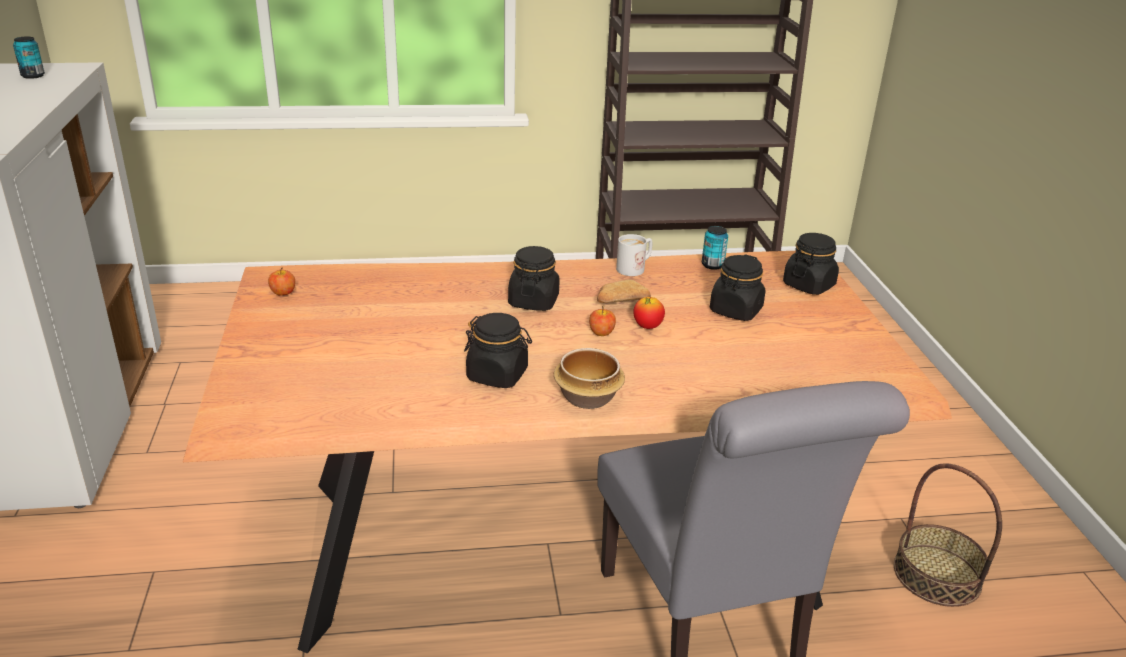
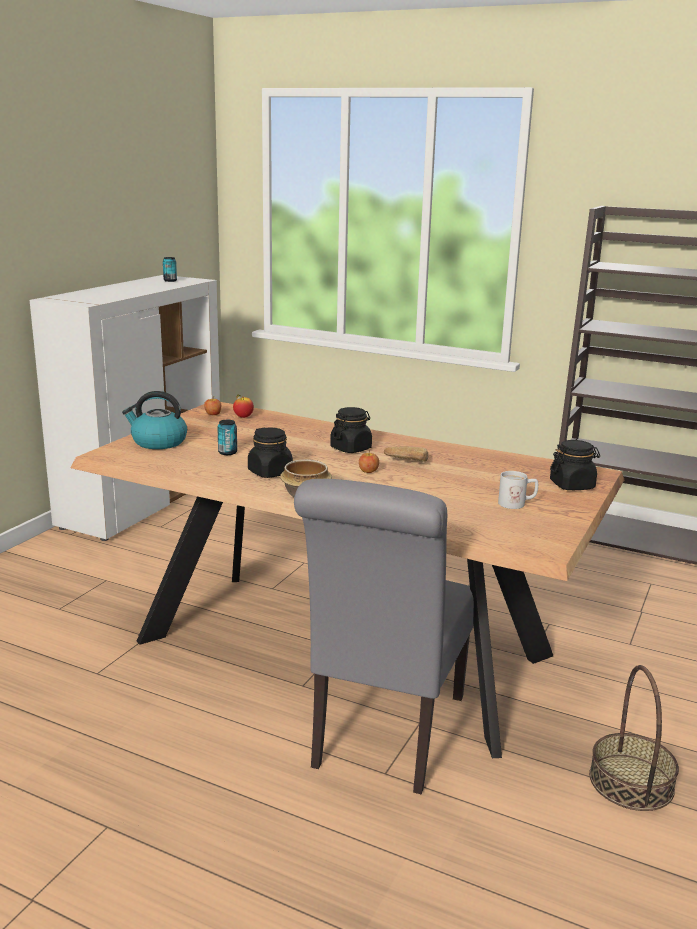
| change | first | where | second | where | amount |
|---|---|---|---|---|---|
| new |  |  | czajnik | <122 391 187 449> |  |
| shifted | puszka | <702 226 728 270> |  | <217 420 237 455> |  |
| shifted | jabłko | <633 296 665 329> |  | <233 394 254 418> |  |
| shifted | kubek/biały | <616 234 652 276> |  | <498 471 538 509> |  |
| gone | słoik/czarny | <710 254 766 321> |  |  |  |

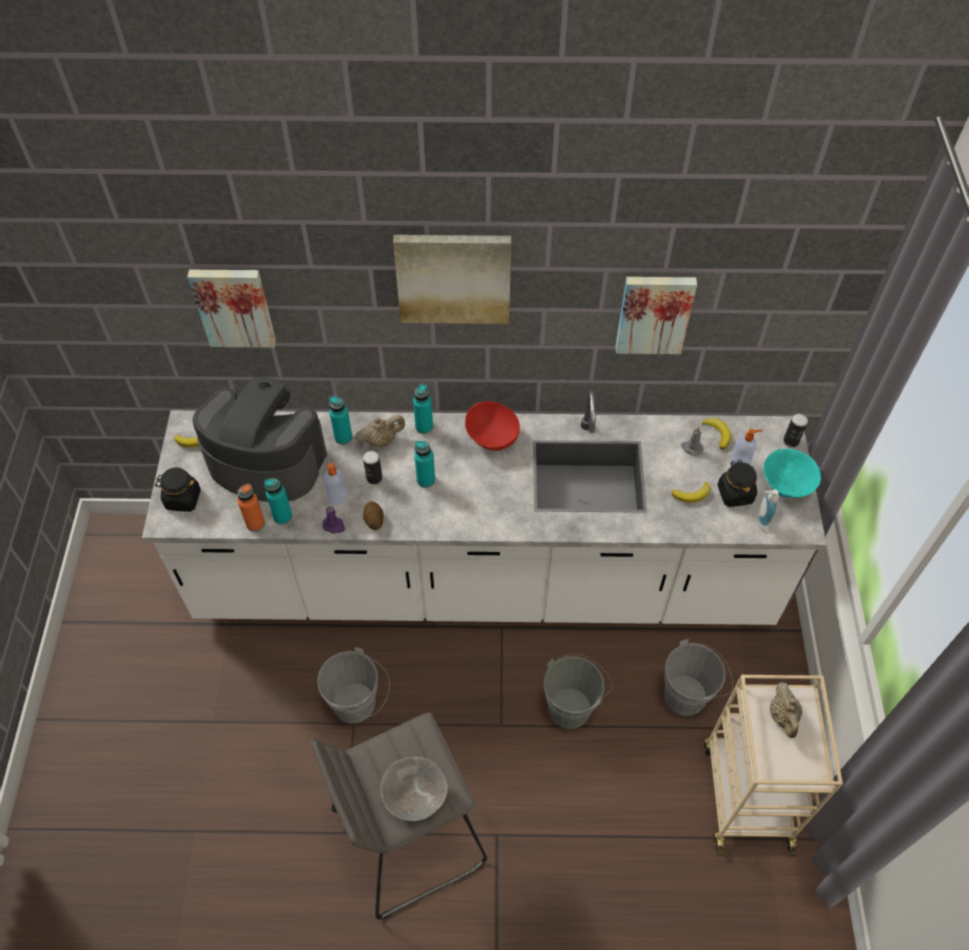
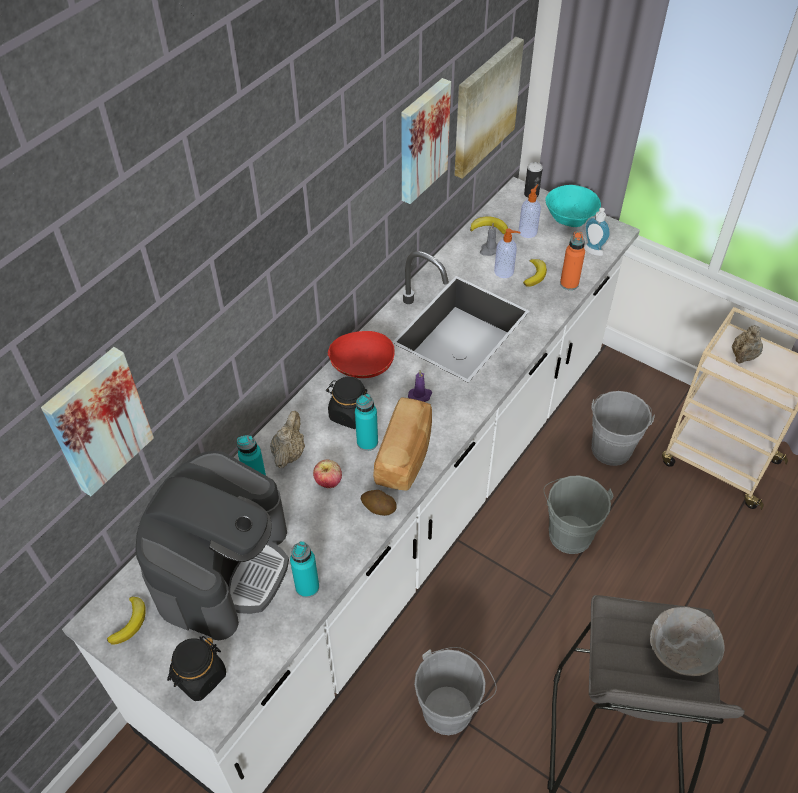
| change | first | where | second | where | amount |
|---|---|---|---|---|---|
| rotated | ekspres do kawy | <193 377 327 502> |  | <135 451 289 640> | 150 degrees clockwise |
| swapped | puszka | <363 450 382 484> | jabłko | <313 460 342 488> |  |
| shifted | słoik/czarny | <718 460 757 507> |  | <326 377 368 429> |  |
| new |  |  | chleb | <373 398 432 491> |  |
| shifted | świeca/fioletowy | <323 506 345 534> |  | <408 370 432 402> |  |
| shifted | obraz | <393 235 511 324> |  | <454 37 524 179> |  |
| shifted | dozownik mydła | <323 463 347 505> |  | <494 228 521 278> |  |
| shifted | butelka/pomarańczowy | <237 484 265 532> |  | <560 231 585 290> |  |
| rotated | imbryk/beżowy | <770 682 802 738> |  | <732 325 763 364> | 90 degrees clockwise |
| gone | butelka/turkusowy | <413 384 433 434> |  |  |  |

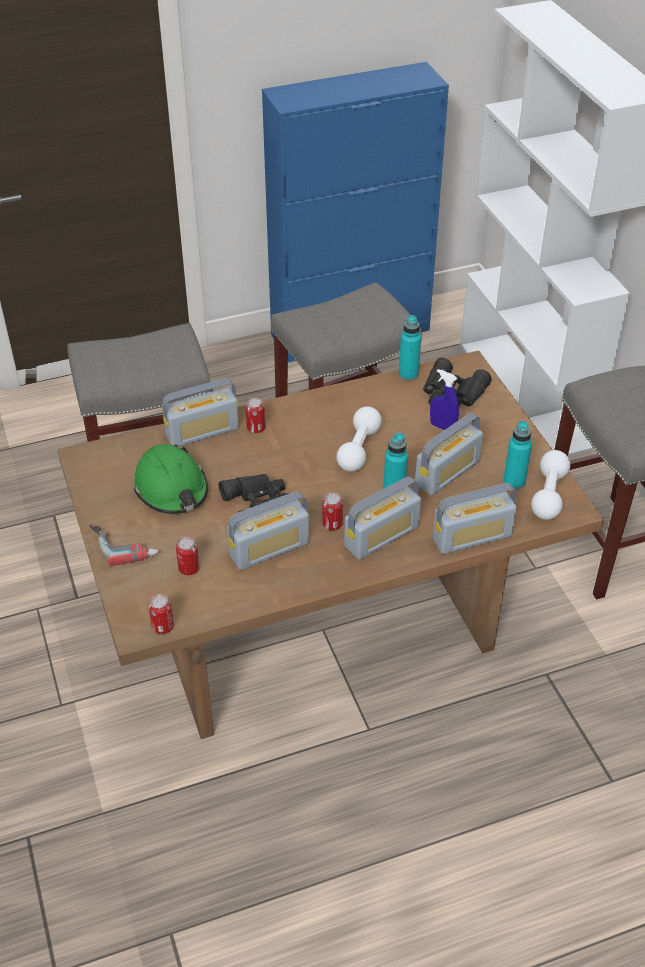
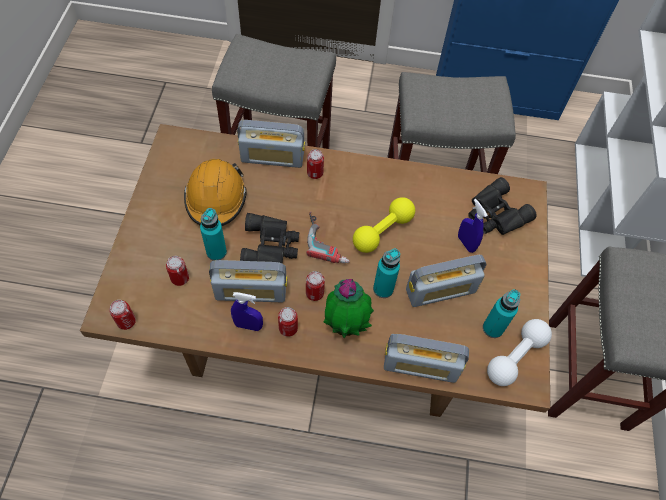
| change | first | where | second | where | amount |
|---|---|---|---|---|---|
| repainted | kask/zielony | <134 444 208 514> | kask/pomarańczowy | <184 159 247 226> |  |
| shifted | butelka/turkusowy | <399 315 421 381> |  | <200 208 227 261> |  |
| new |  |  | spryskiwacz/niebieski | <231 292 263 331> |  |
| new |  |  | puszka | <278 307 298 337> |  |
| shifted | wiertarka | <89 523 159 566> |  | <306 211 350 264> |  |
| swapped | radio | <344 477 421 560> | roślina doniczkowa | <323 279 374 338> |  |
| repainted | hantel/biały | <337 407 382 472> | hantel/żółty | <353 197 415 253> |  |

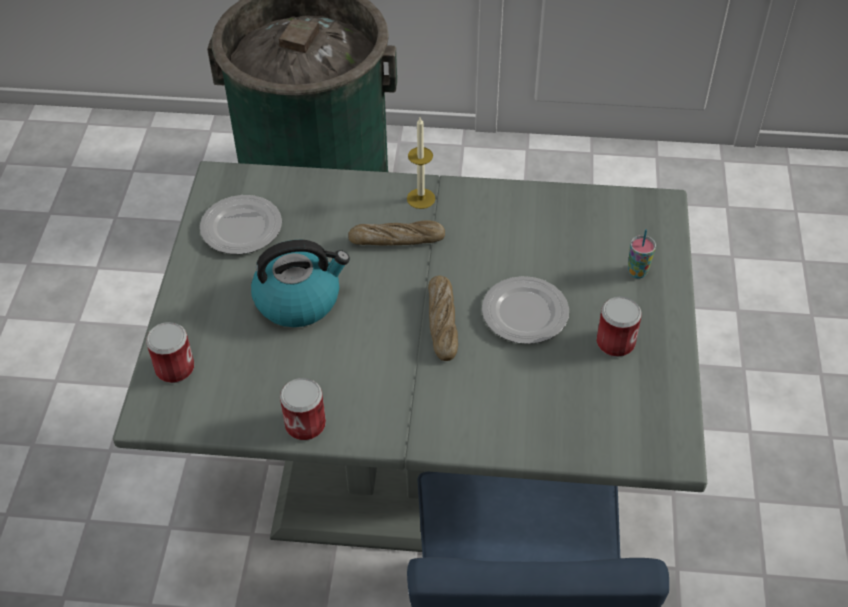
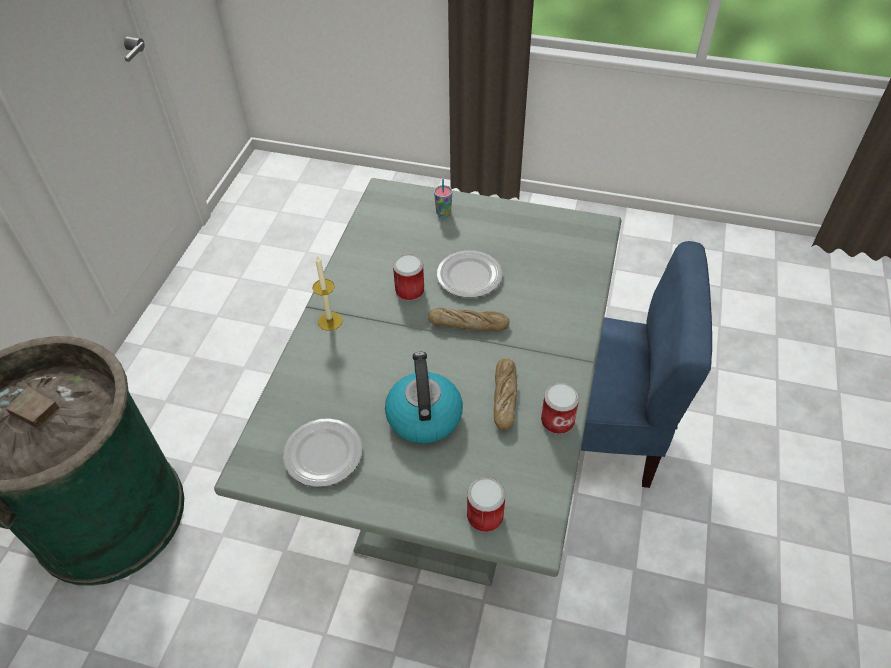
| change | first | where | second | where | amount |
|---|---|---|---|---|---|
| shifted | puszka | <597 297 642 357> |  | <393 254 424 301> |  |
| shifted | chleb | <348 220 445 246> |  | <494 358 517 430> |  |

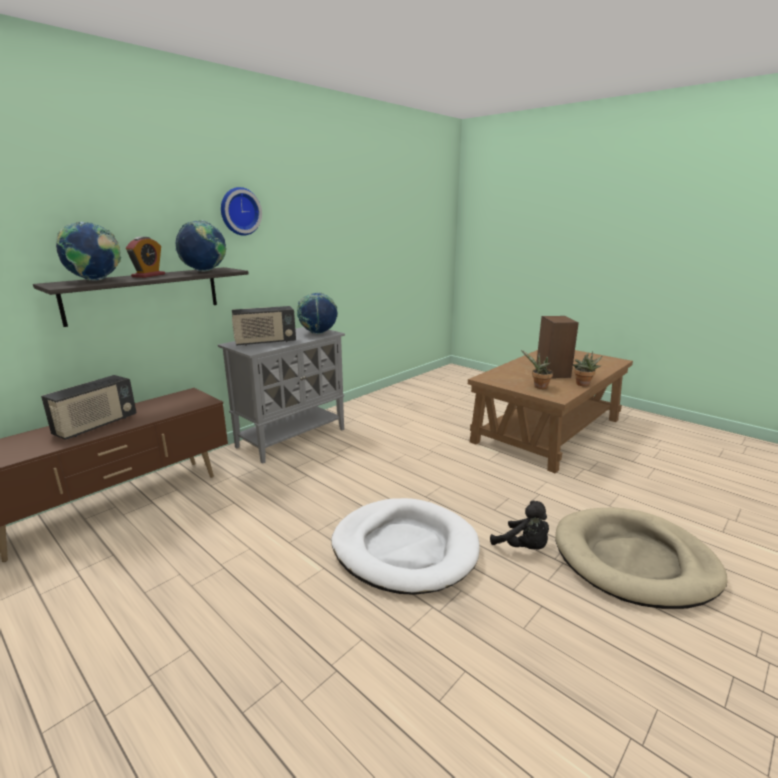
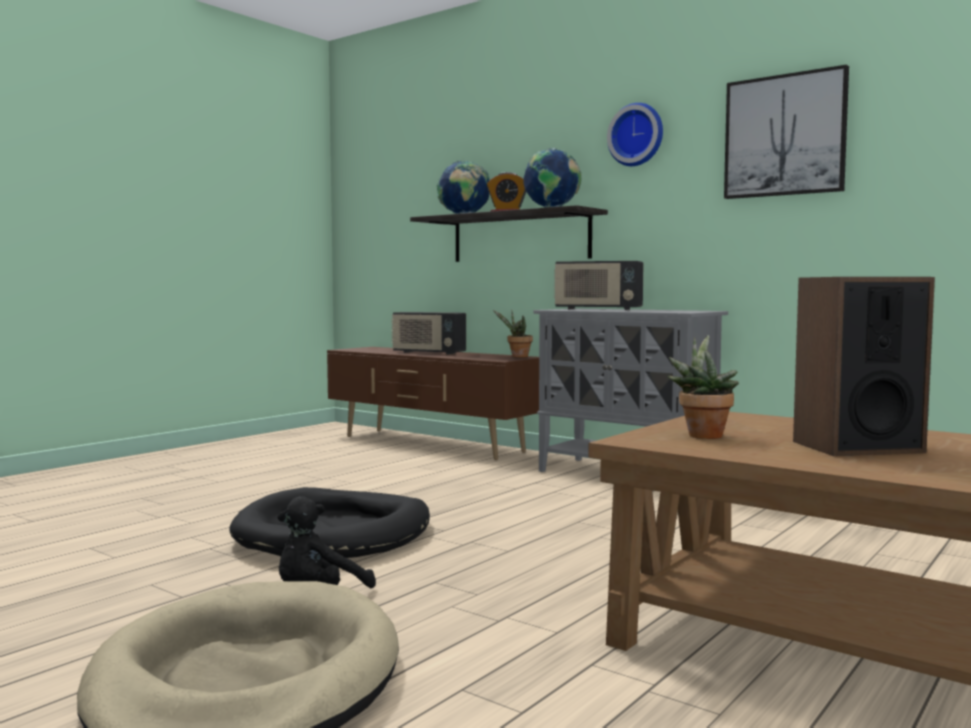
| change | first | where | second | where | amount |
|---|---|---|---|---|---|
| repainted | legowisko/biały | <331 498 480 595> | legowisko/czarny | <229 487 430 558> |  |
| shifted | roślina doniczkowa | <573 351 602 386> |  | <493 310 533 358> |  |
| rotated | radio | <232 306 296 346> |  | <554 261 644 310> | 45 degrees counterclockwise |
| new |  |  | obraz | <724 65 849 199> |  |
| gone | globus | <297 292 338 334> |  |  |  |

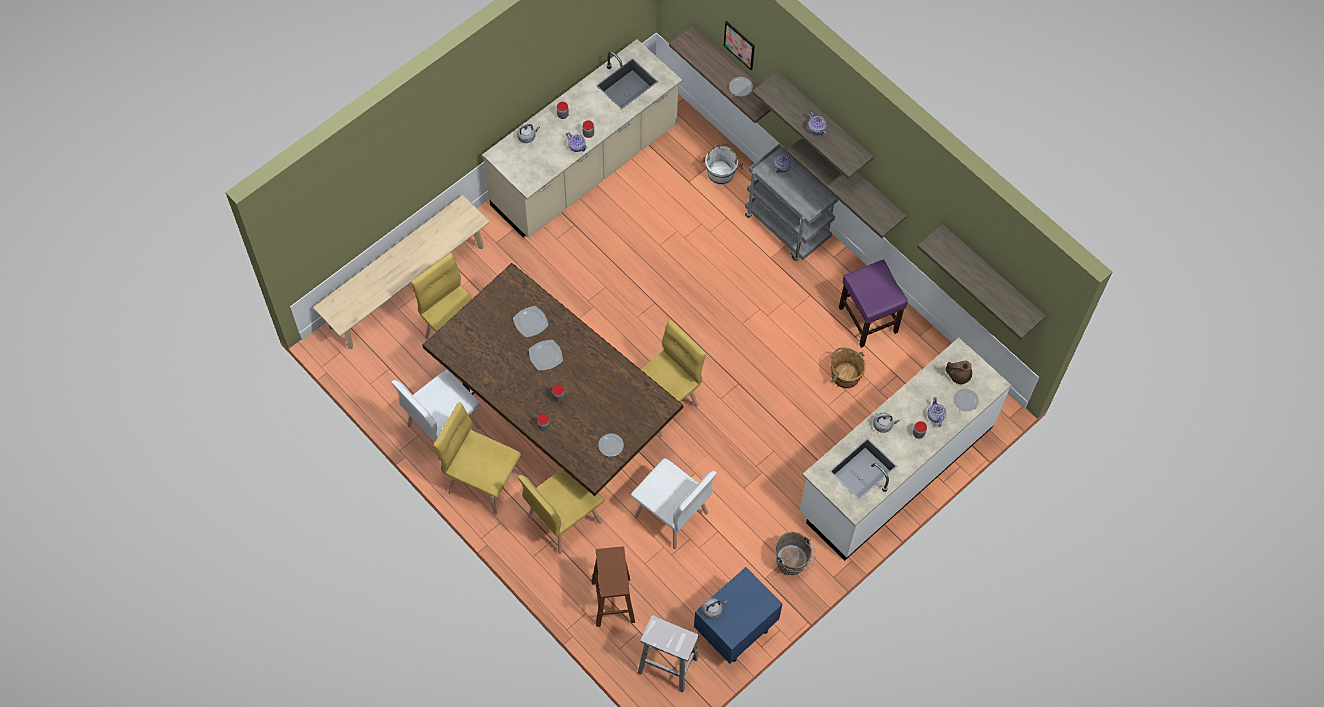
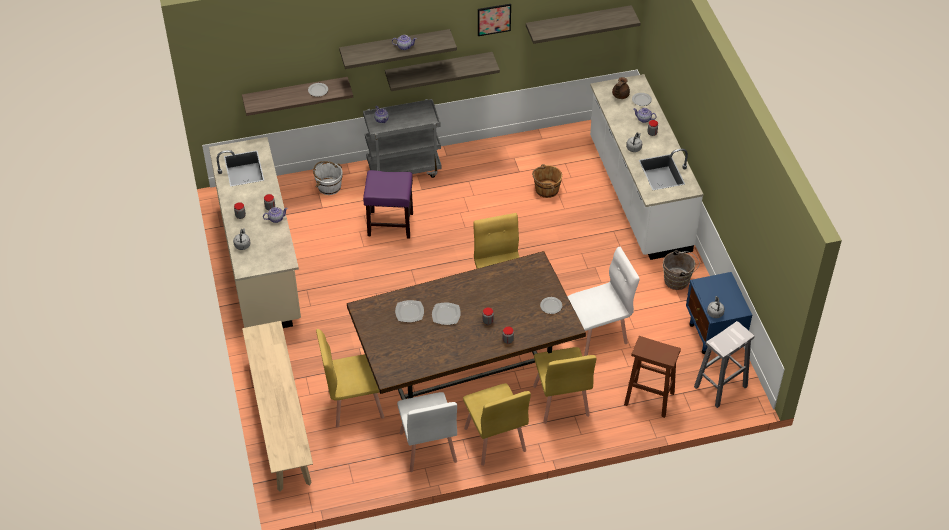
| change | first | where | second | where | amount |
|---|---|---|---|---|---|
| shifted | stołek/fioletowy | <839 260 908 348> |  | <363 170 413 239> |  |
| rotated | krzesło/żółty | <433 402 521 515> |  | <463 383 531 466> | 75 degrees counterclockwise |
| shifted | obraz | <724 21 755 70> |  | <478 4 511 36> |  |

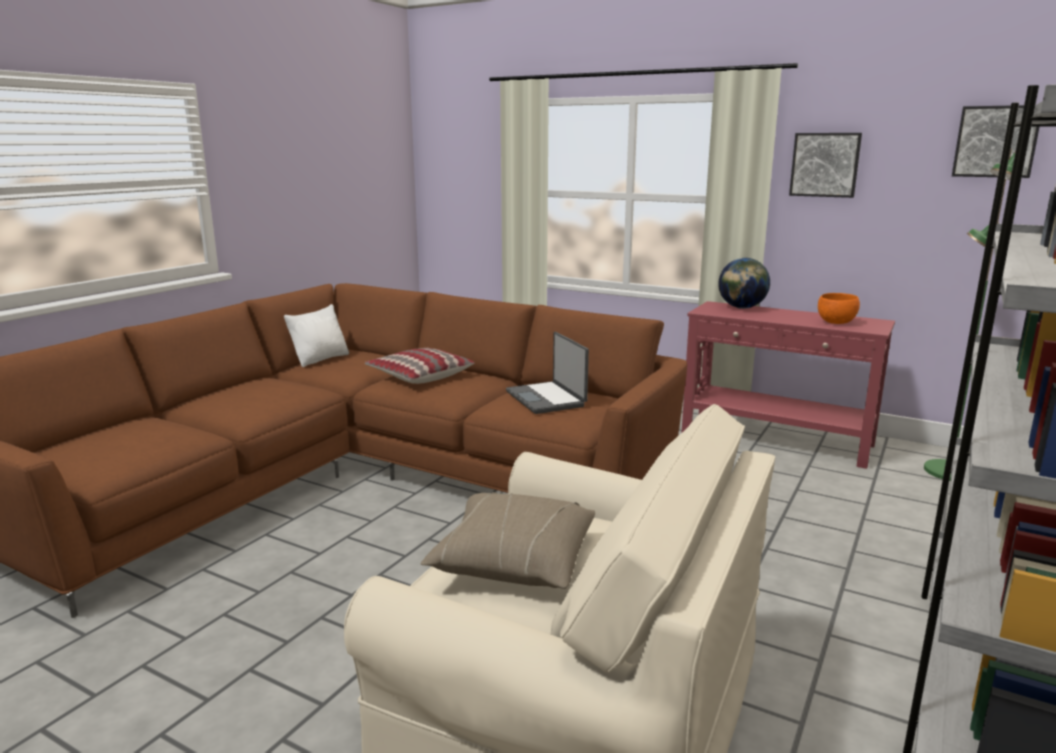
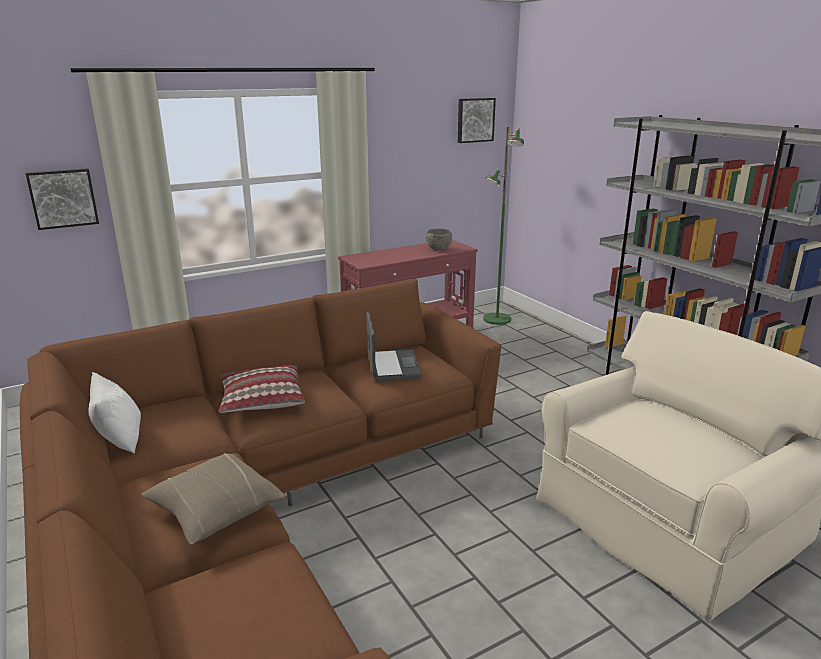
| change | first | where | second | where | amount |
|---|---|---|---|---|---|
| shifted | obraz | <789 133 862 198> |  | <25 168 99 230> |  |
| shifted | poduszka/beżowy | <420 492 595 589> |  | <141 453 285 545> |  |
| rotated | laptop | <506 332 589 414> |  | <366 312 422 381> | 105 degrees counterclockwise |
| repainted | miska/pomarańczowy | <818 293 860 324> | miska/szary | <426 228 452 250> |  |
| gone | globus | <718 258 770 309> |  |  |  |

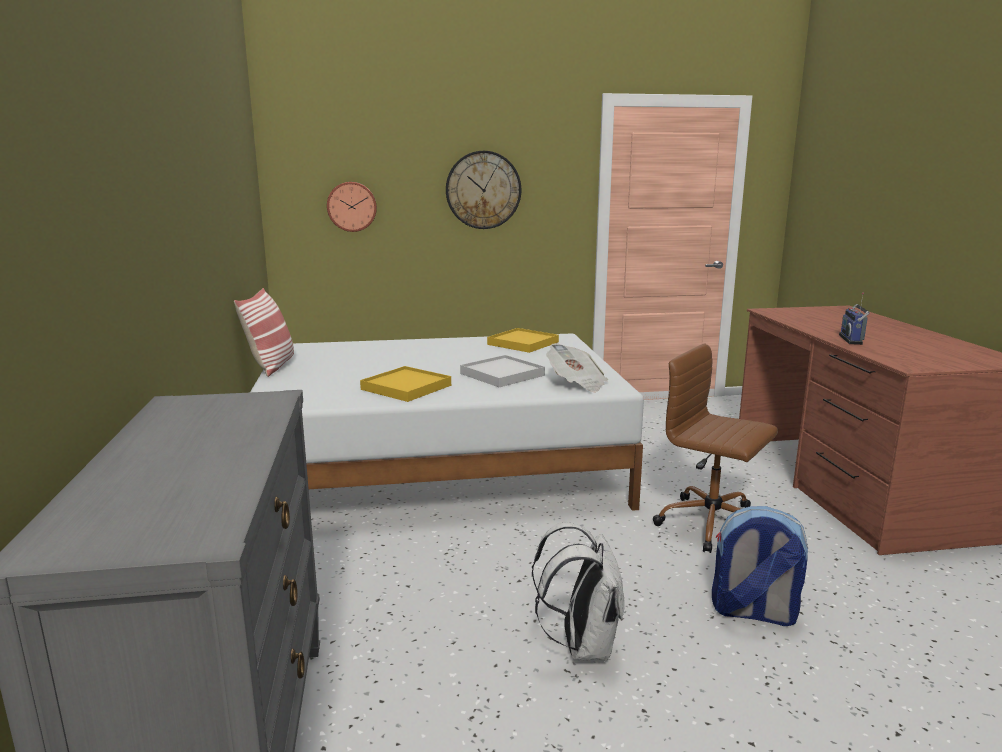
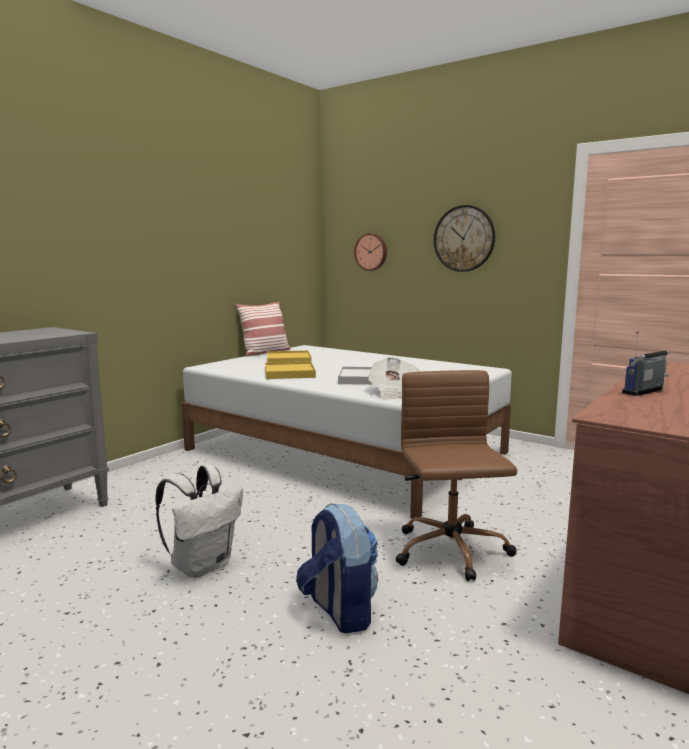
| change | first | where | second | where | amount |
|---|---|---|---|---|---|
| shifted | taca/żółty | <487 328 559 353> |  | <267 350 312 363> |  |

